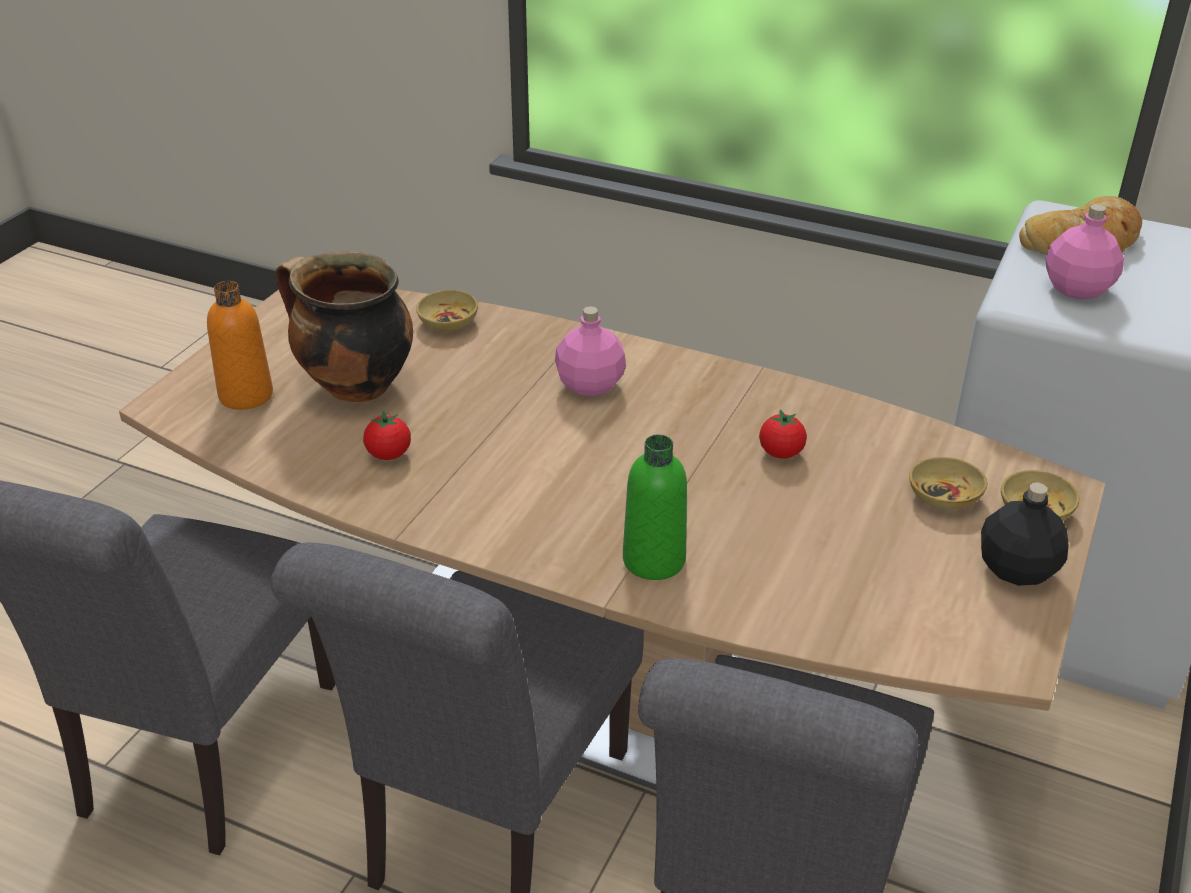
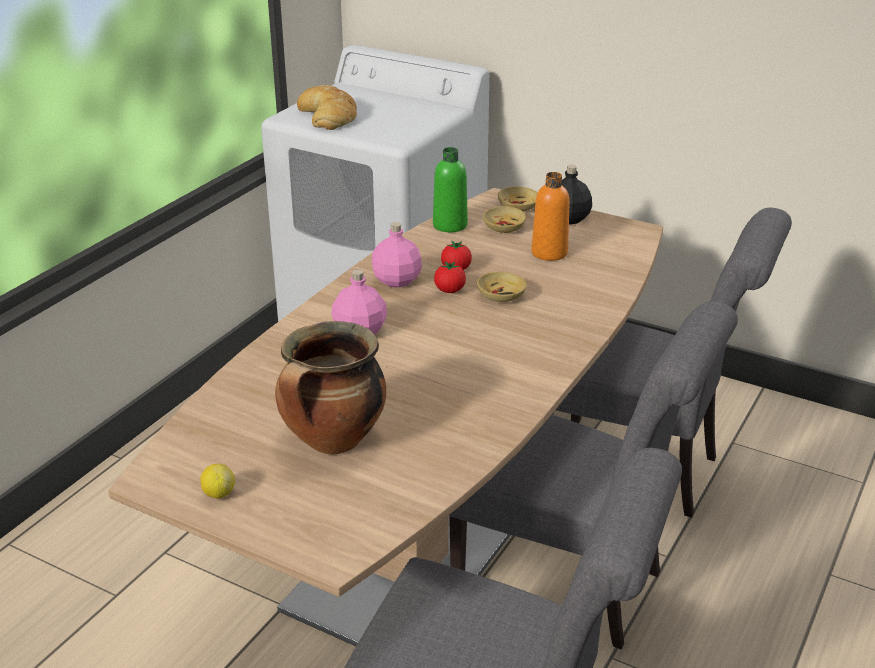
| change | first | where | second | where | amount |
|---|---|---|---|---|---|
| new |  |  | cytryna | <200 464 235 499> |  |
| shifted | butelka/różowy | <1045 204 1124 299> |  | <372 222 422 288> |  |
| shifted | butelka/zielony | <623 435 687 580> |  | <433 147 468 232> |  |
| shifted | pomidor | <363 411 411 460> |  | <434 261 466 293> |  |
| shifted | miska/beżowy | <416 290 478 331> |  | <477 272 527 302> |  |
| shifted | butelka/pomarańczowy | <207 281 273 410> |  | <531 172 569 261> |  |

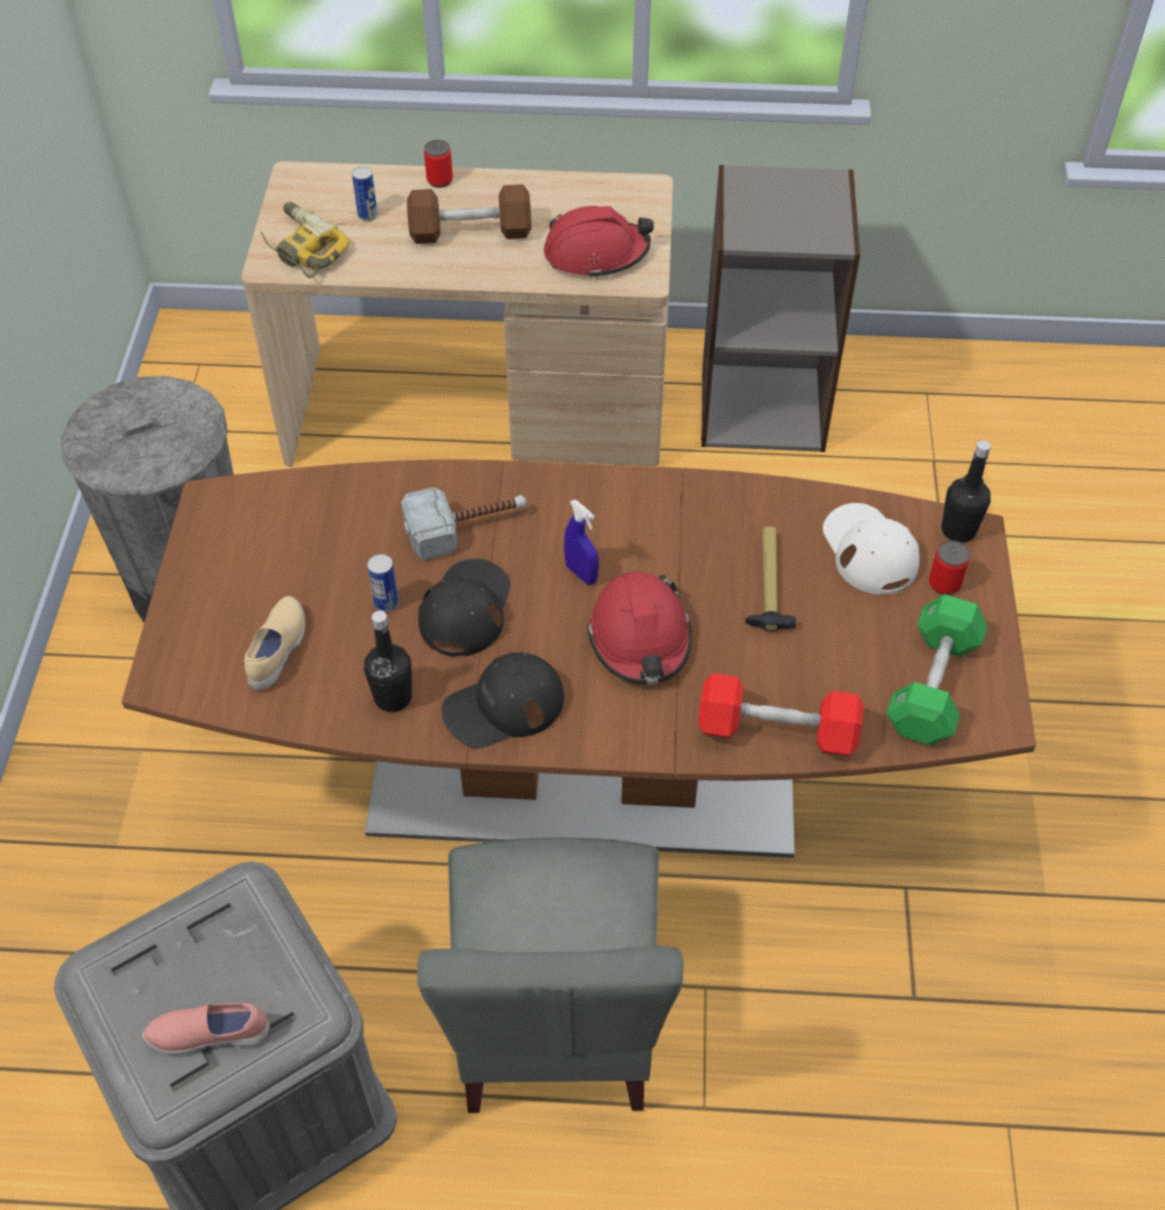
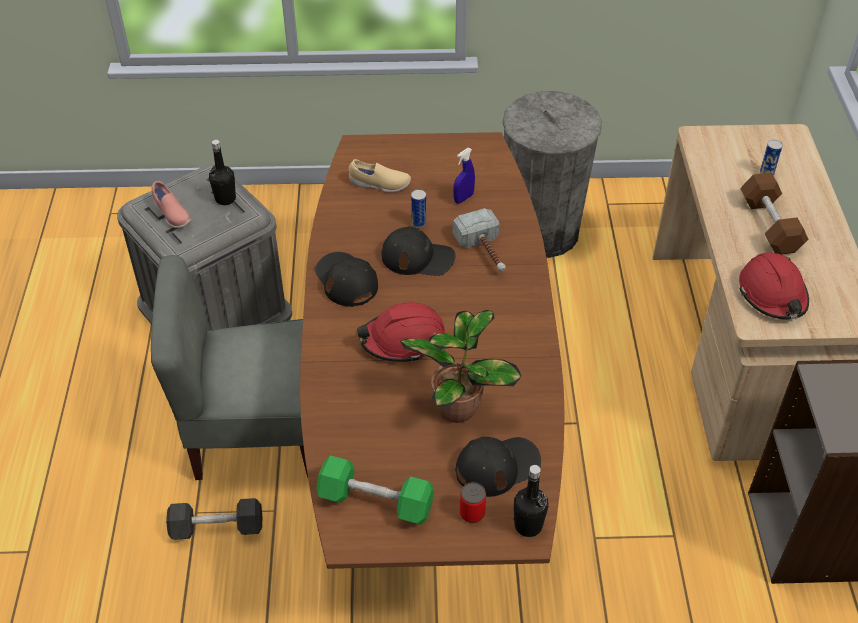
| change | first | where | second | where | amount |
|---|---|---|---|---|---|
| rotated | but/różowy | <143 1003 270 1055> |  | <152 181 192 229> | 150 degrees clockwise |
| new |  |  | hantel/czarny | <166 498 262 540> |  |
| shifted | butelka/czarny | <364 611 412 712> |  | <209 140 236 205> |  |
| swapped | młotek | <745 526 796 632> | roślina doniczkowa | <400 310 521 423> |  |
| shifted | spryskiwacz/niebieski | <564 500 599 585> |  | <453 148 475 204> |  |
| repainted | czapka z daszkiem/biały | <823 503 920 595> | czapka z daszkiem/czarny | <456 437 541 497> |  |
| gone | wiertarka | <260 202 350 278> |  |  |  |
| gone | puszka | <424 140 453 188> |  |  |  |
| gone | hantel/czerwony | <698 673 864 756> |  |  |  |

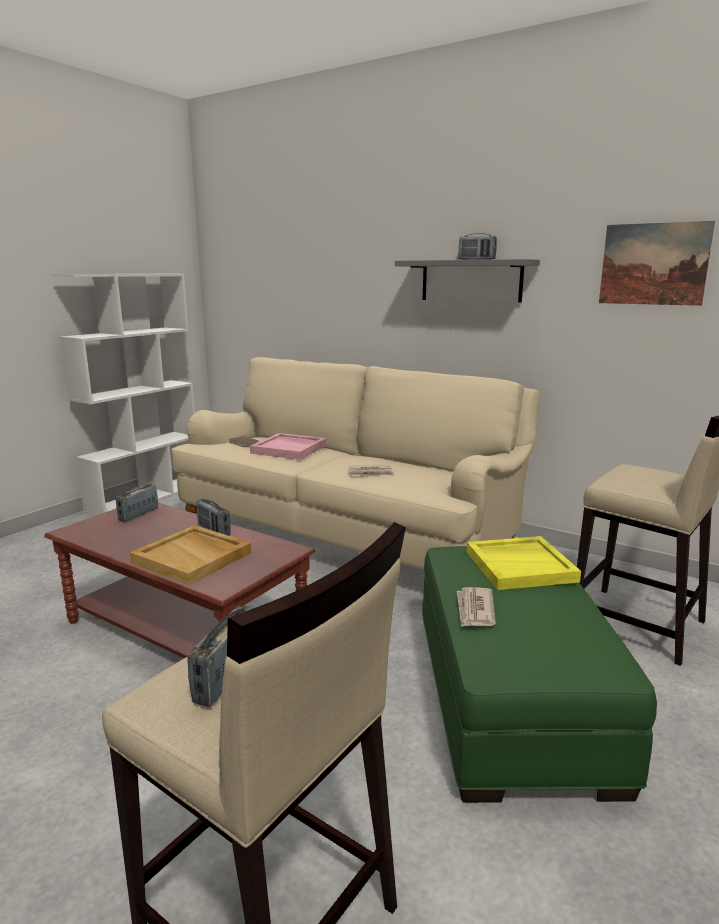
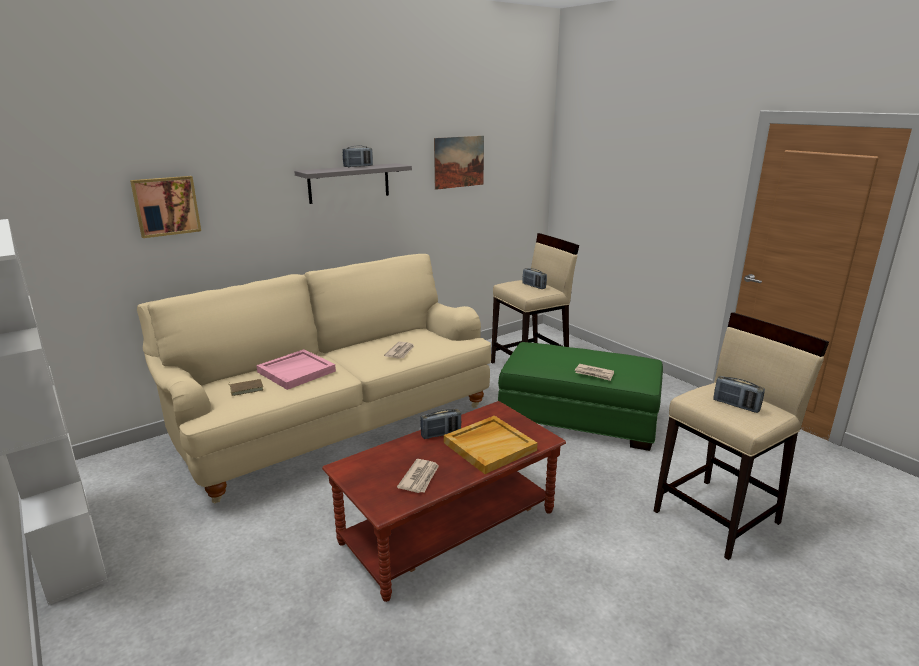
| change | first | where | second | where | amount |
|---|---|---|---|---|---|
| new |  |  | obraz | <130 176 201 238> |  |
| new |  |  | gazeta | <397 459 439 493> |  |
| shifted | radio | <116 484 158 522> |  | <523 268 547 289> |  |
| gone | taca/żółty | <466 536 581 590> |  |  |  |

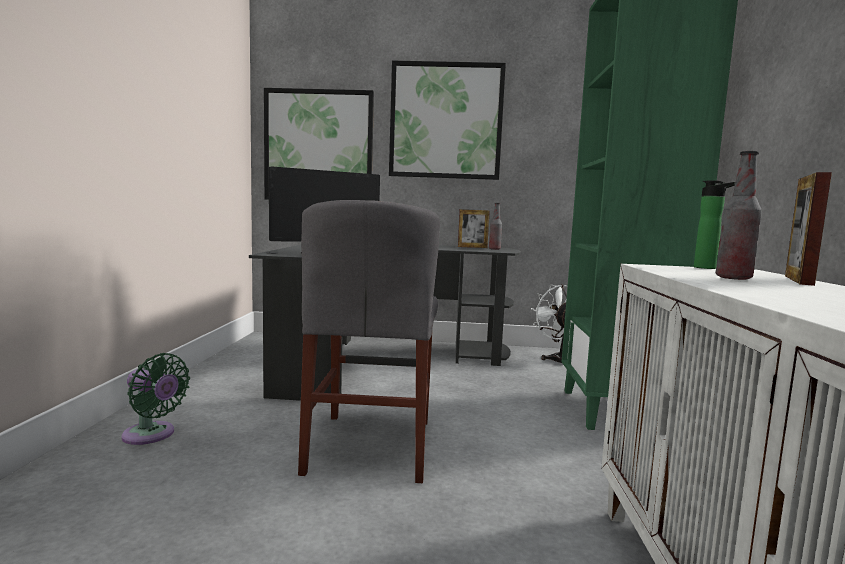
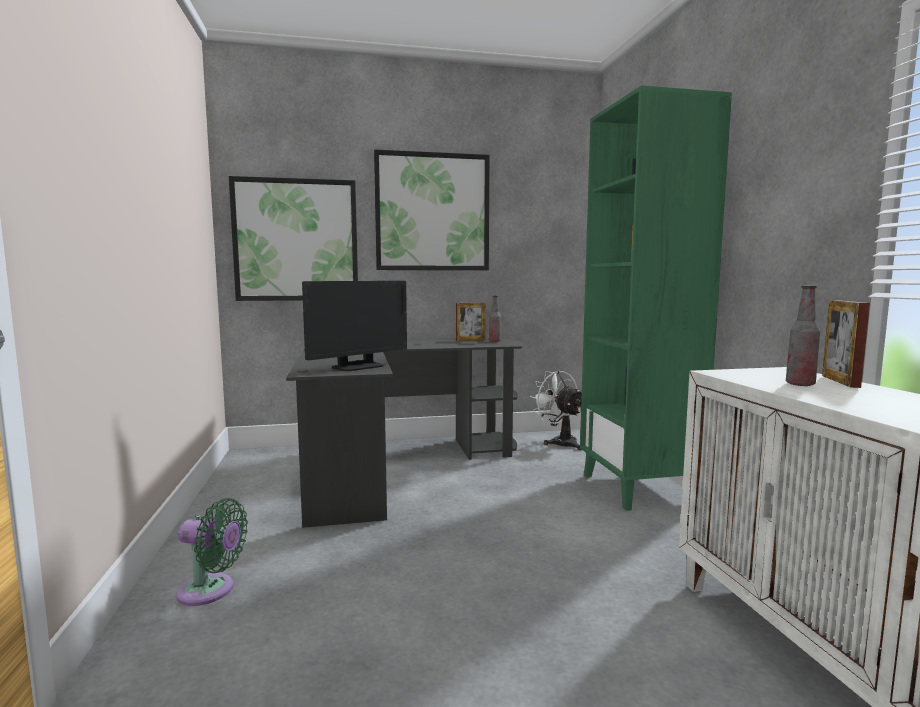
| change | first | where | second | where | amount |
|---|---|---|---|---|---|
| gone | krzesło/szary | <298 200 440 483> |  |  |  |
| gone | butelka | <694 180 735 269> |  |  |  |

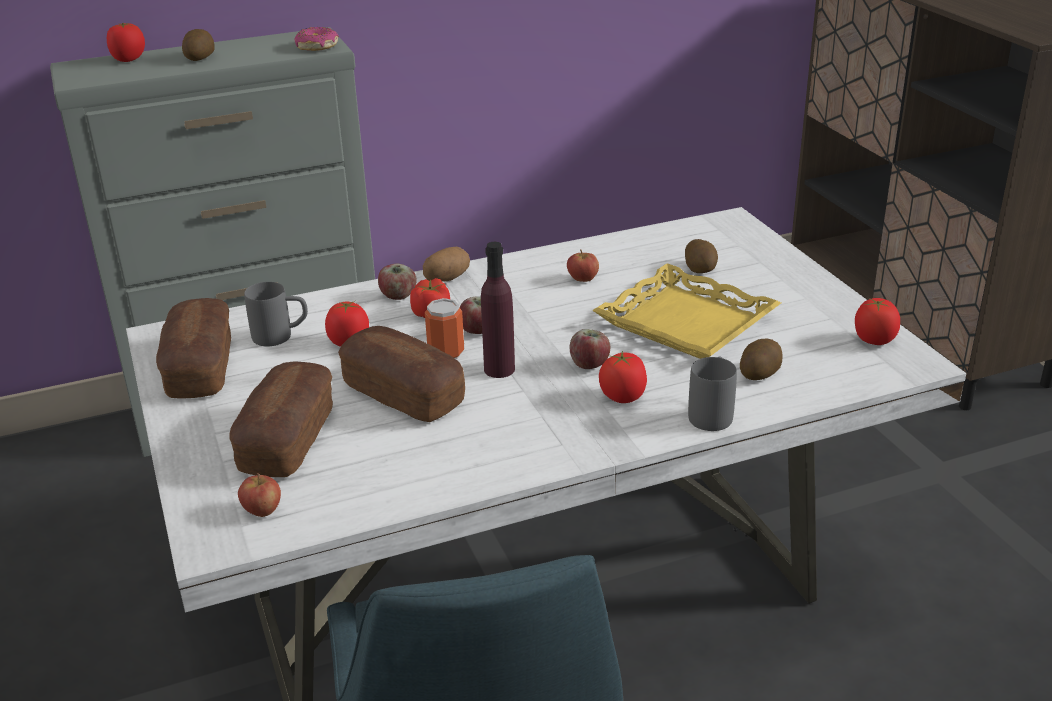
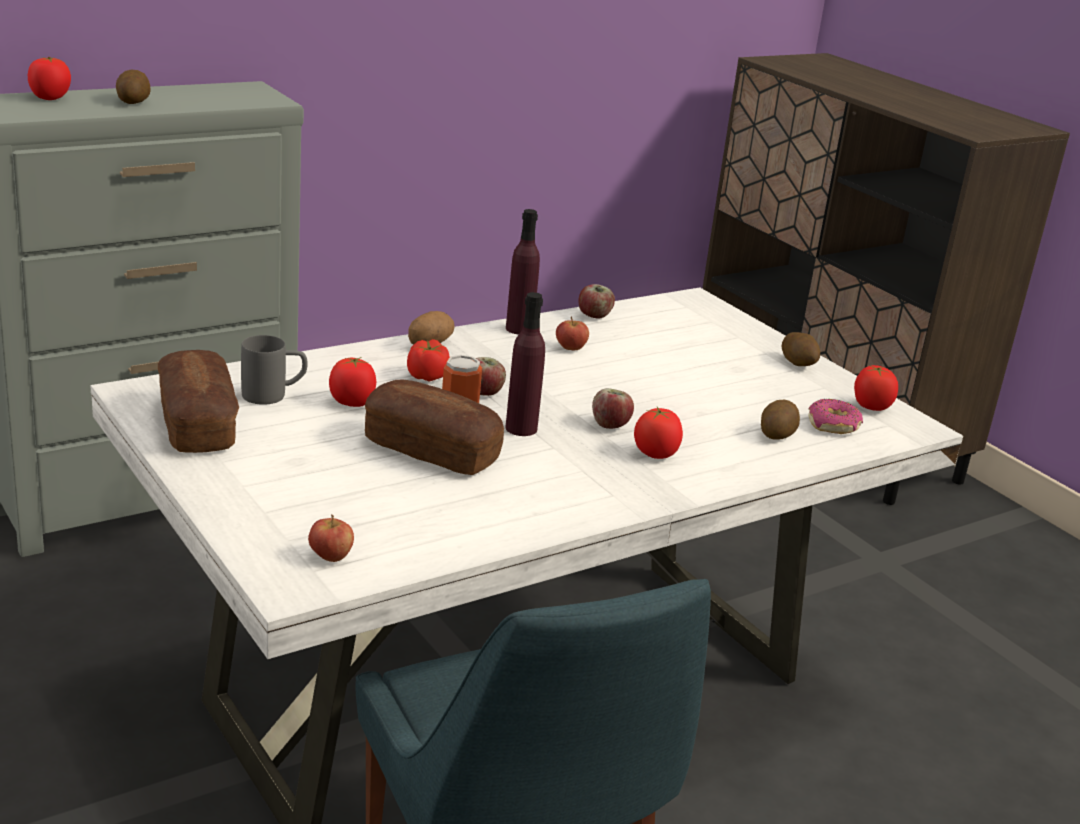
| change | first | where | second | where | amount |
|---|---|---|---|---|---|
| new |  |  | butelka/fioletowy | <506 209 540 335> |  |
| shifted | jabłko | <378 264 417 300> |  | <578 284 615 319> |  |
| shifted | ziemniak | <685 239 718 273> |  | <781 332 820 366> |  |
| shifted | donut | <294 27 339 51> |  | <808 399 863 434> |  |
| gone | chleb | <229 361 333 477> |  |  |  |
| gone | taca/żółty | <592 263 781 359> |  |  |  |
| gone | kubek/szary | <688 356 737 431> |  |  |  |

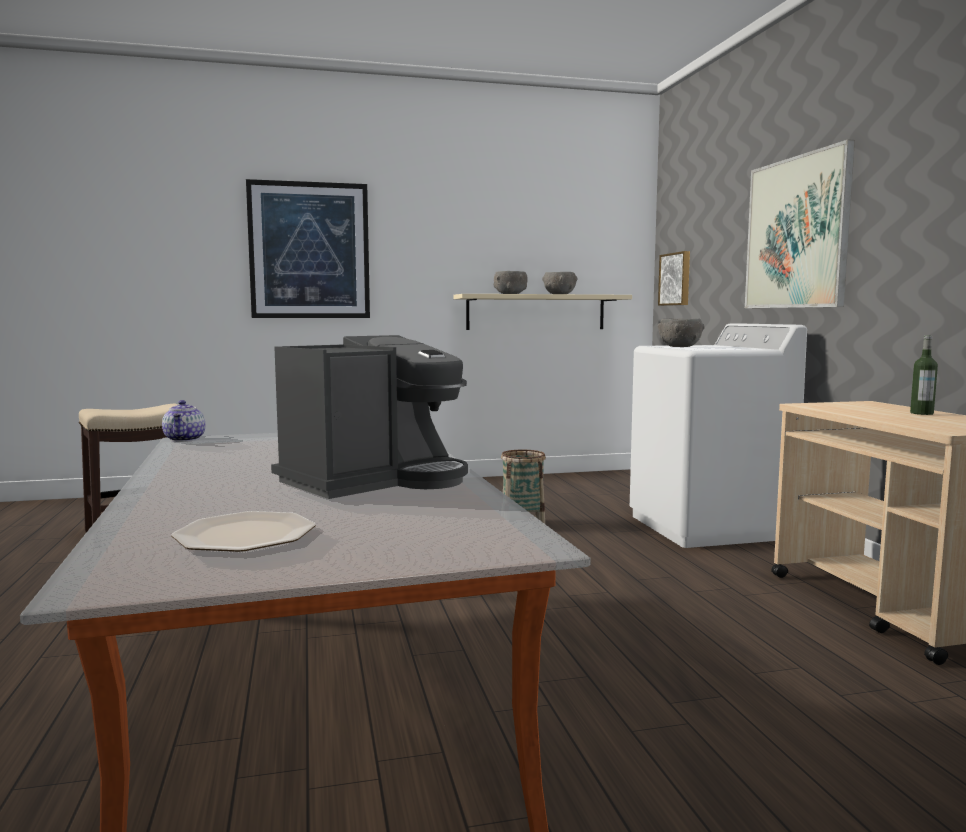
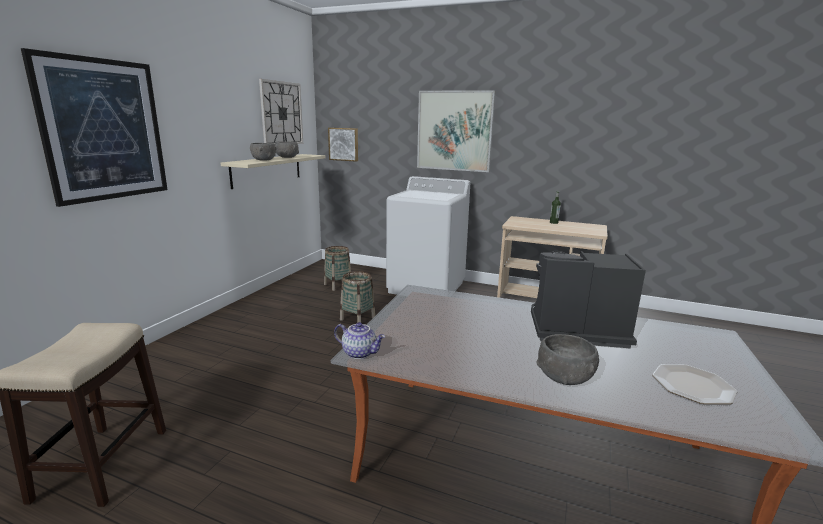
| change | first | where | second | where | amount |
|---|---|---|---|---|---|
| new |  |  | zegar ścienny | <259 79 303 144> |  |
| new |  |  | koszyk | <324 246 351 291> |  |
| rotated | ekspres do kawy | <271 335 468 499> |  | <531 251 646 349> | 75 degrees counterclockwise |
| shifted | miska/szary | <658 319 704 347> |  | <537 334 599 385> |  |

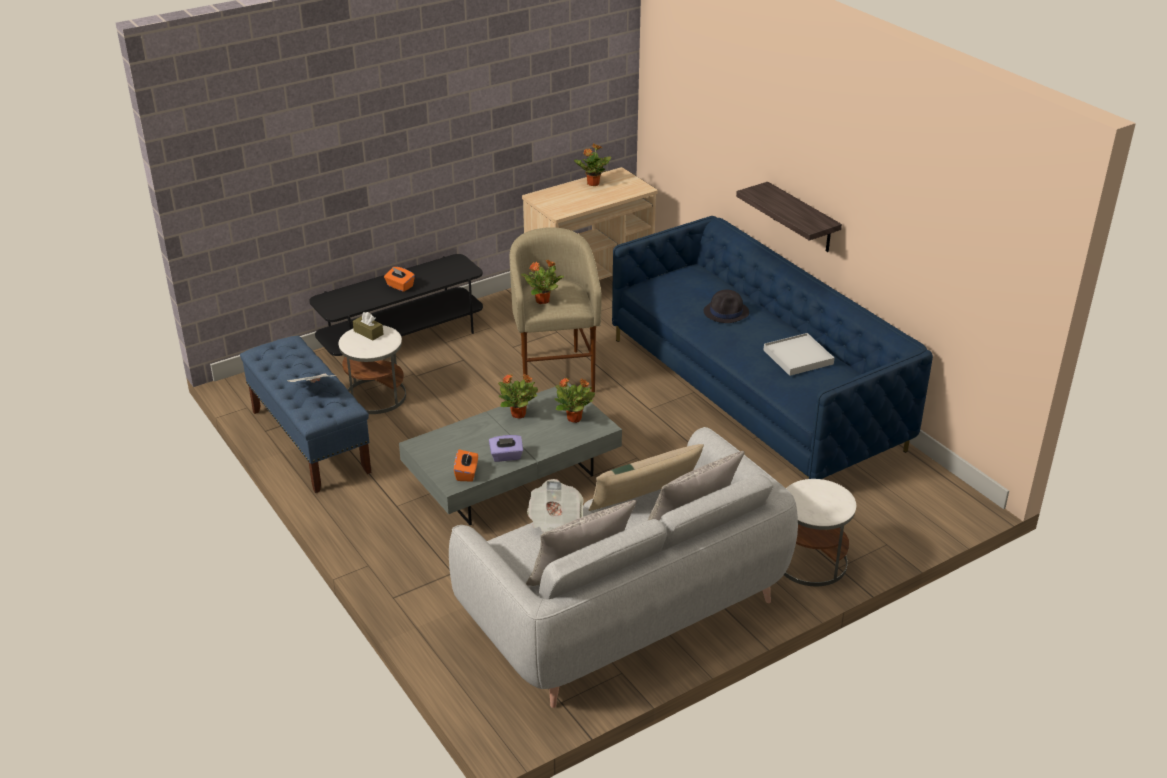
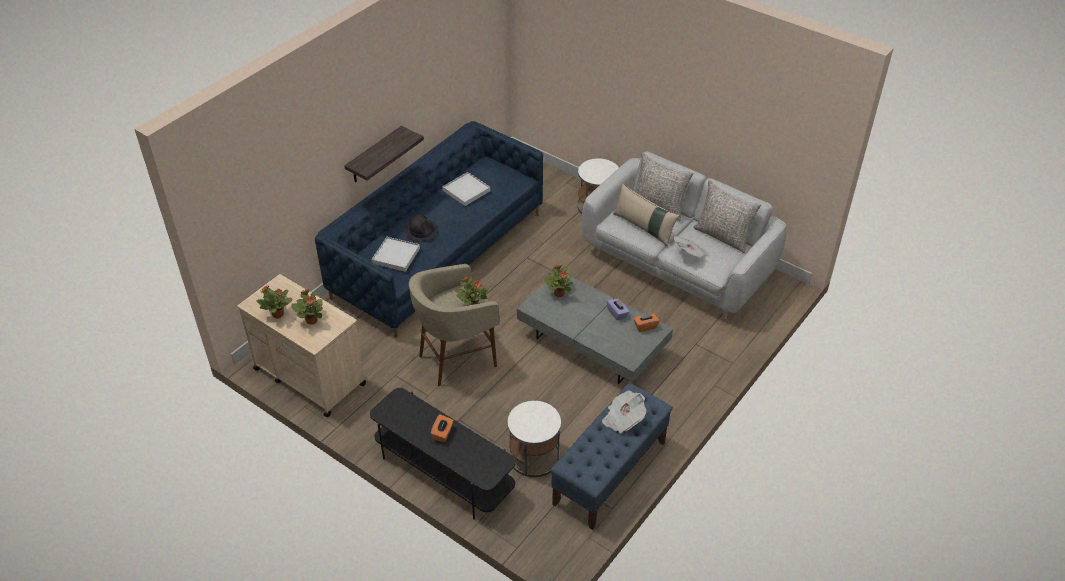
| change | first | where | second | where | amount |
|---|---|---|---|---|---|
| shifted | roślina doniczkowa | <498 374 538 418> |  | <291 289 323 325> |  |
| new |  |  | taca/biały | <372 237 420 272> |  |
| gone | pudełko chusteczek/brązowy | <353 312 383 340> |  |  |  |

